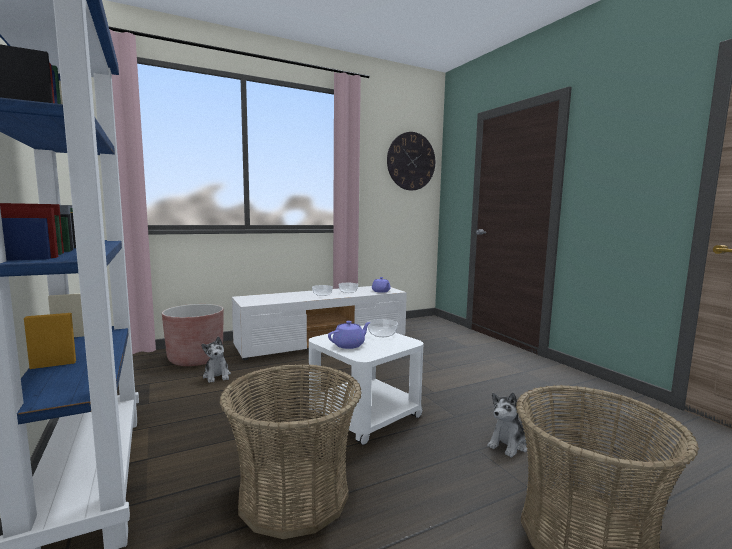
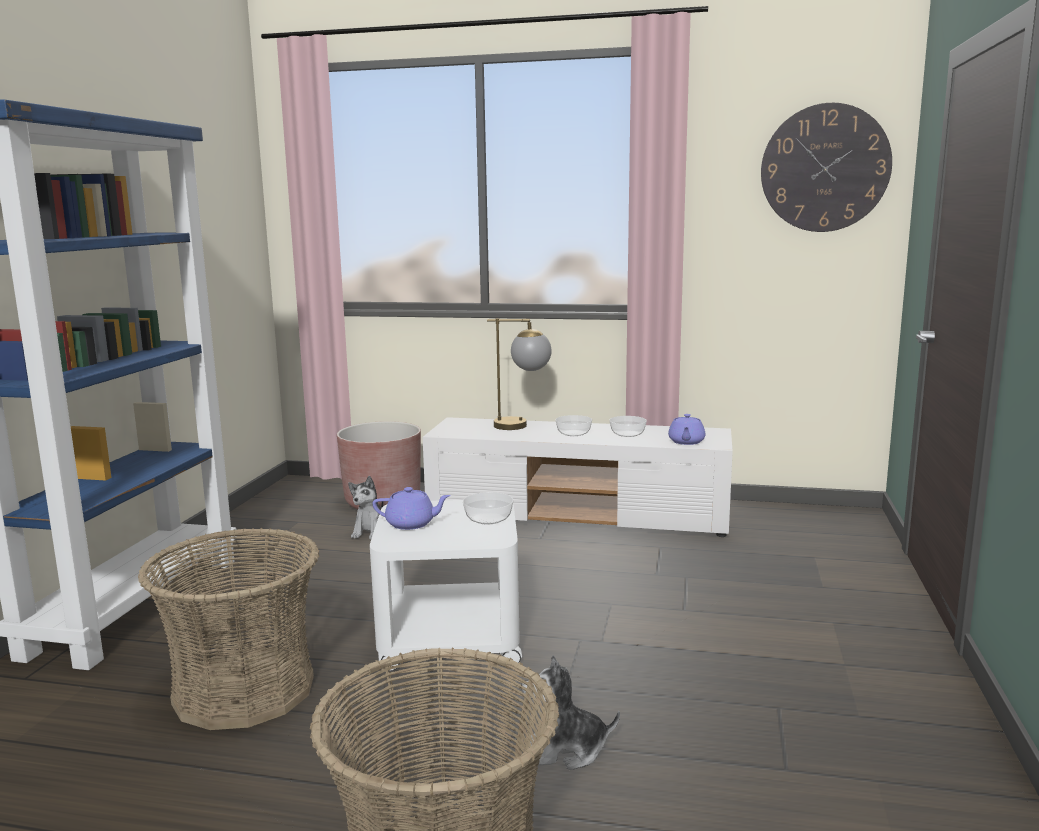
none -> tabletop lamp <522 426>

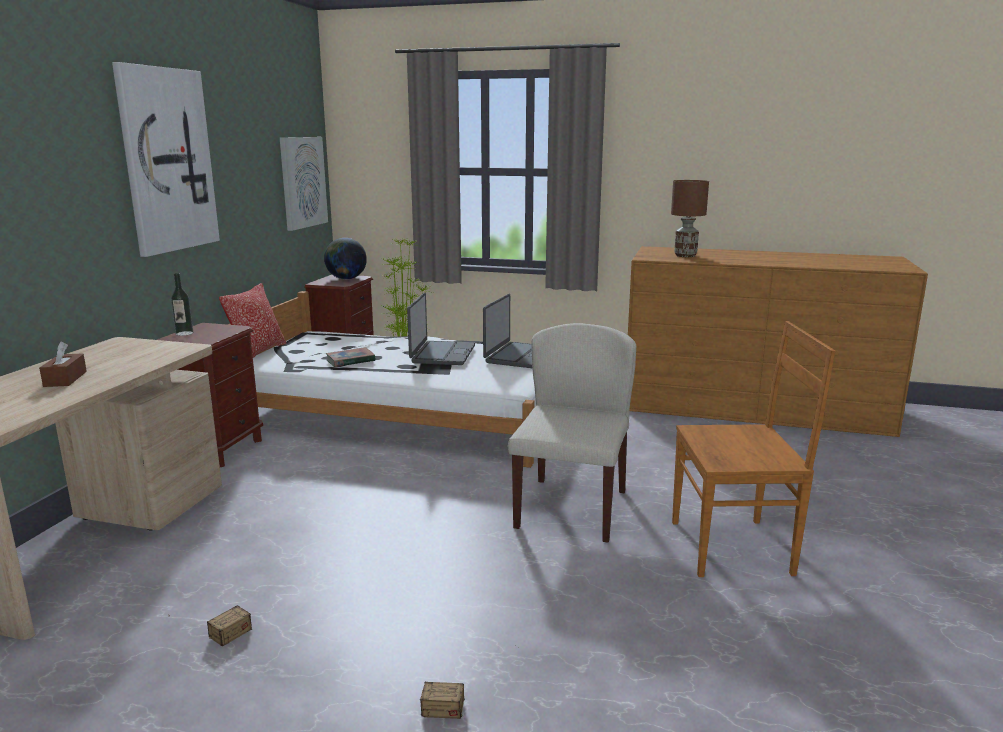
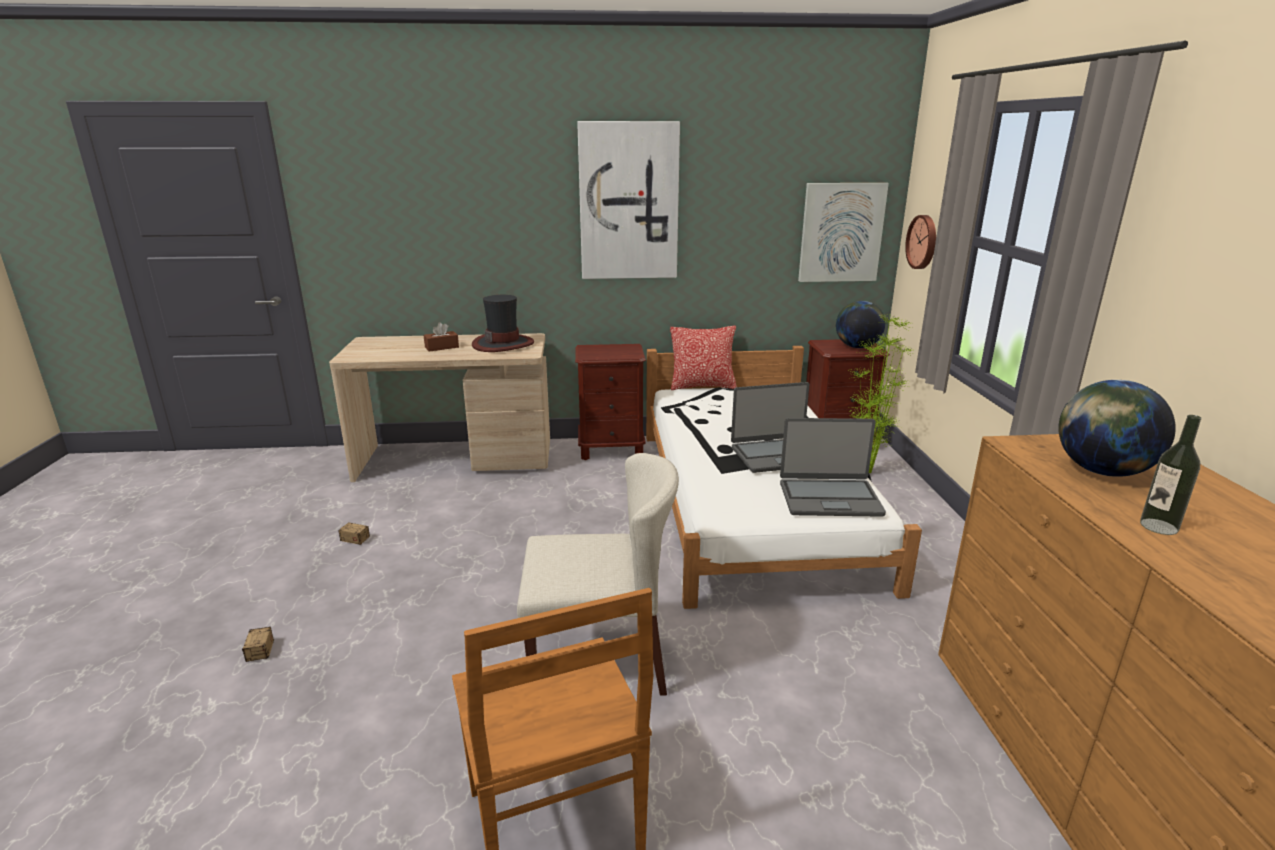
brown-coloured tabletop lamp <685 256> -> desk globe <1101 471>
bottle <184 333> -> bottle <1158 526>, moved
book <350 360> -> none
none -> clock on the wall <923 242>
none -> hat <503 344>

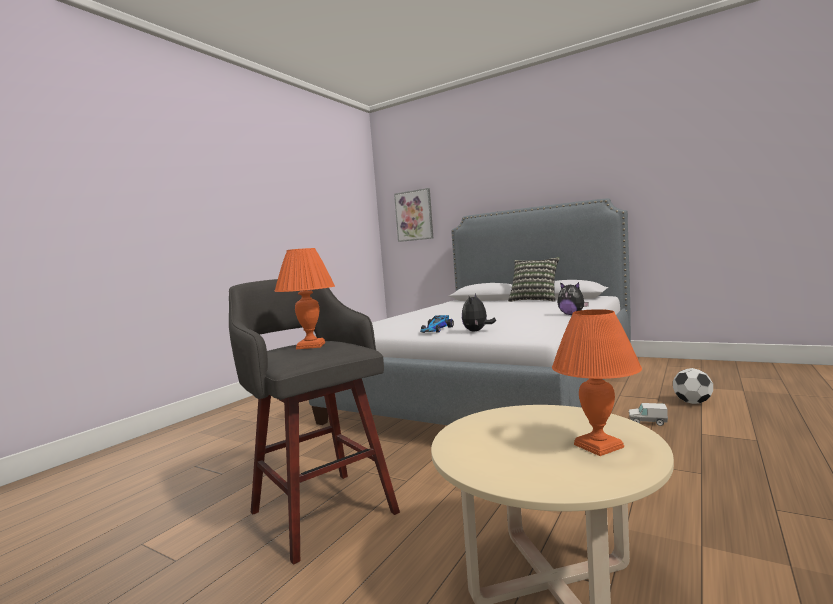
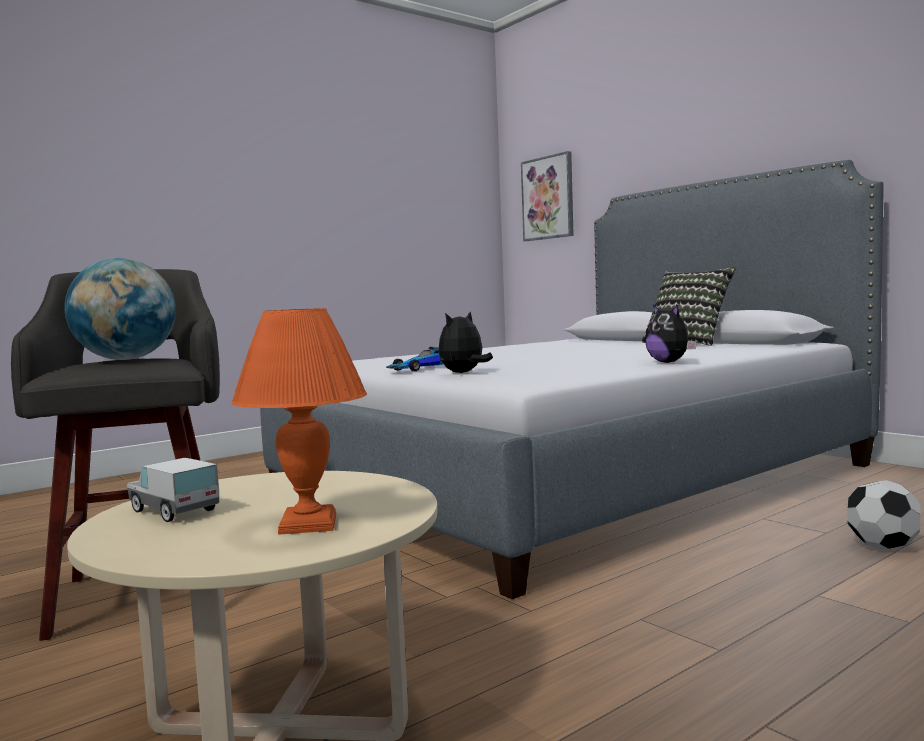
orange-coloured tabletop lamp <311 346> -> desk globe <125 359>
model truck <648 422> -> model truck <174 511>, moved

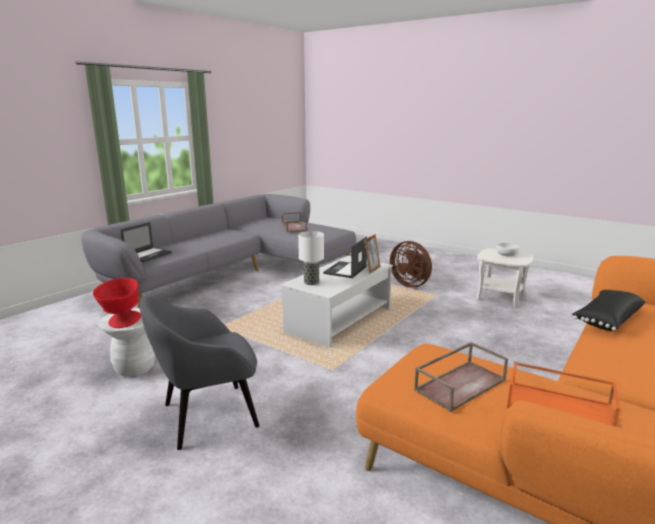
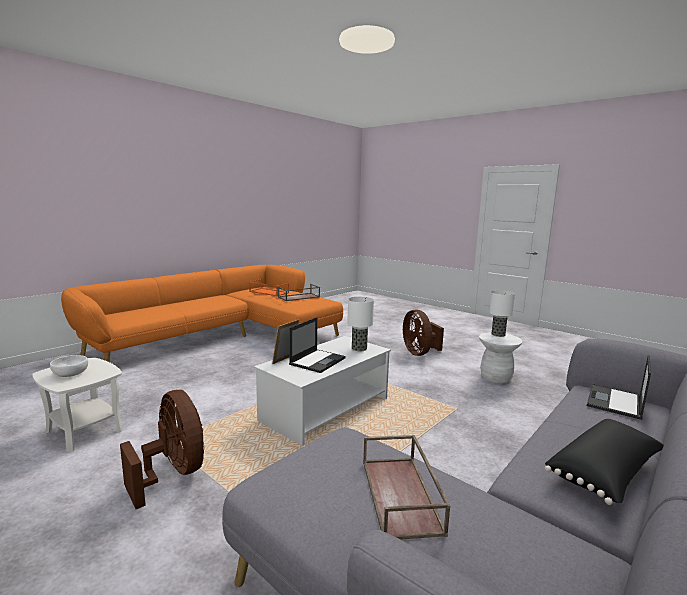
red serving bowl <121 324> -> tabletop lamp <498 334>
black cushion <606 319> -> black cushion <606 473>, moved
gray armchair <207 416> -> brown-coloured electric fan <419 353>

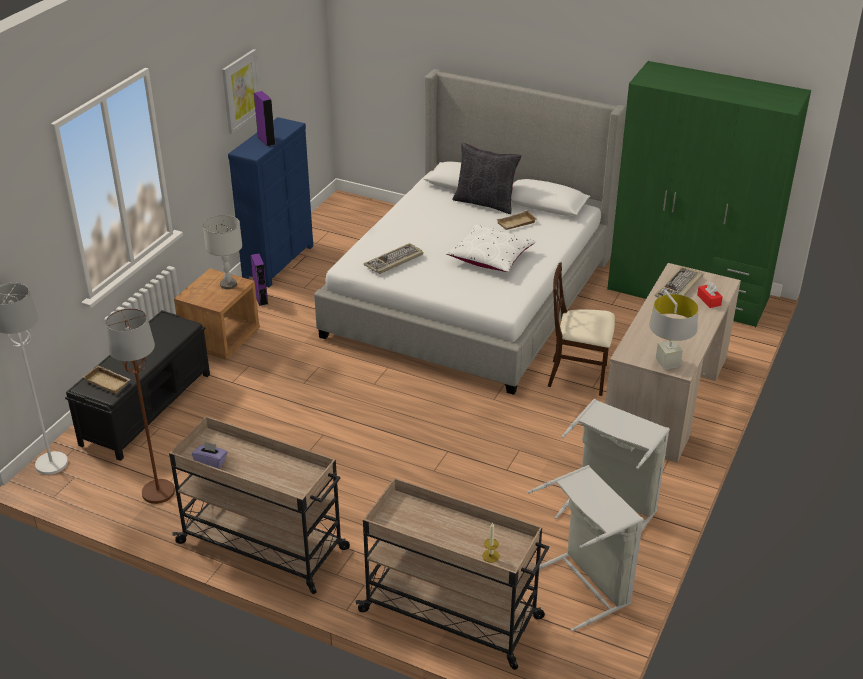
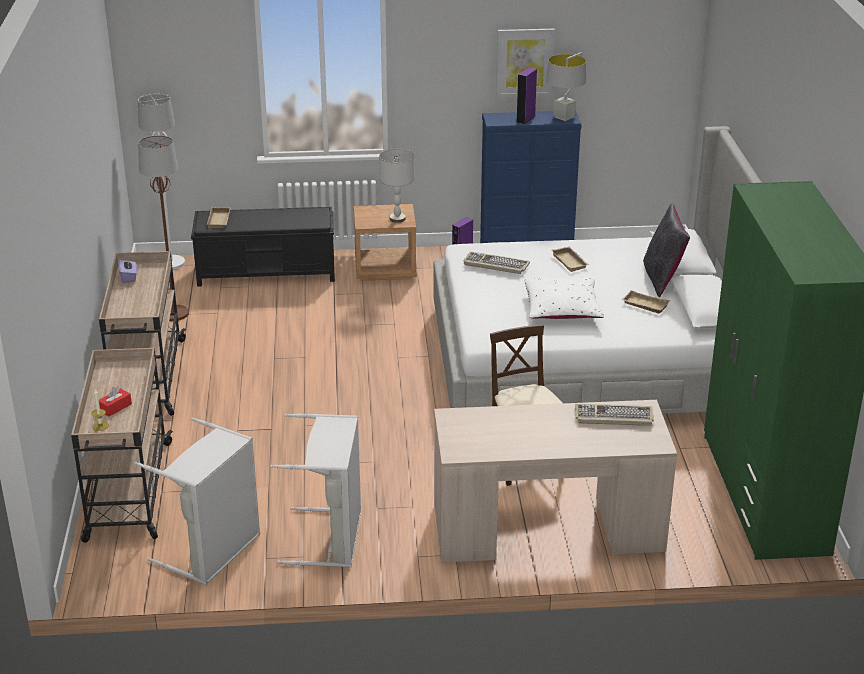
red box of tissues <709 300> -> red box of tissues <115 407>, moved
gray tabletop lamp <667 363> -> gray tabletop lamp <564 117>, moved
none -> beige-coloured tray <571 262>

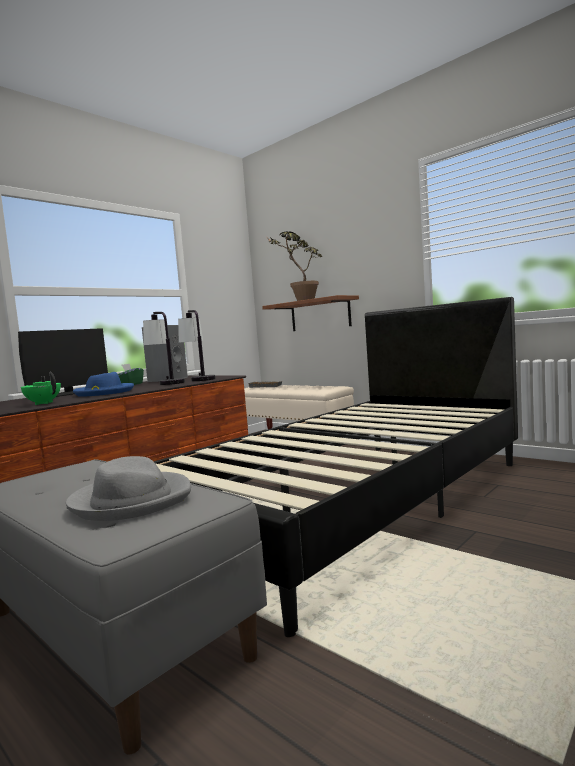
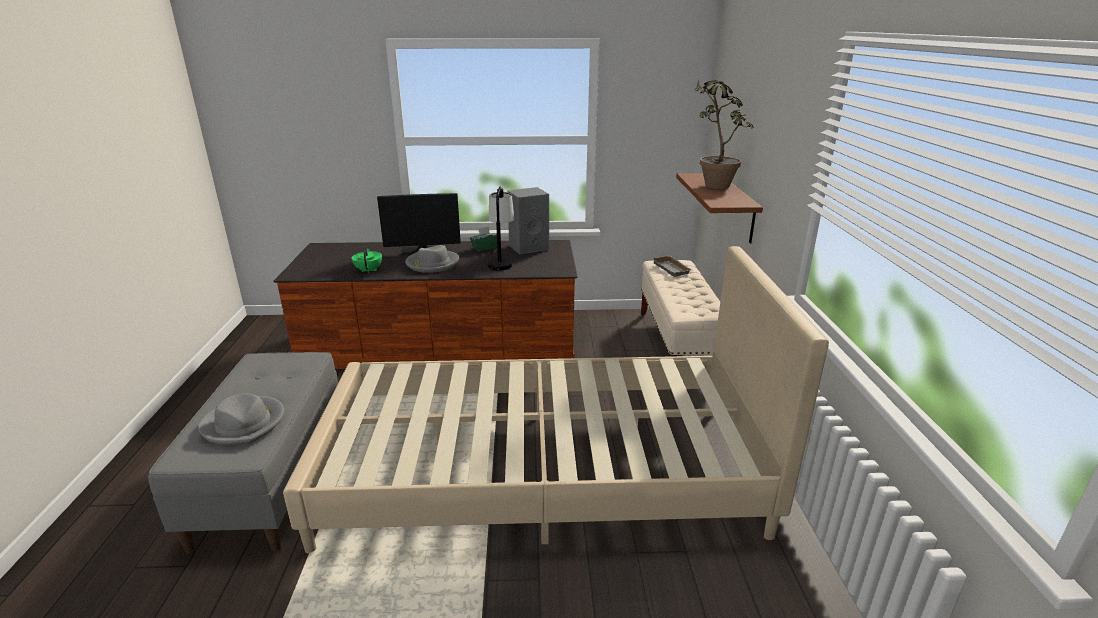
black bedroom bed <354 501> -> beige-coloured bedroom bed <542 472>
tabletop lamp <198 379> -> none
blue hat <104 392> -> gray hat <432 263>

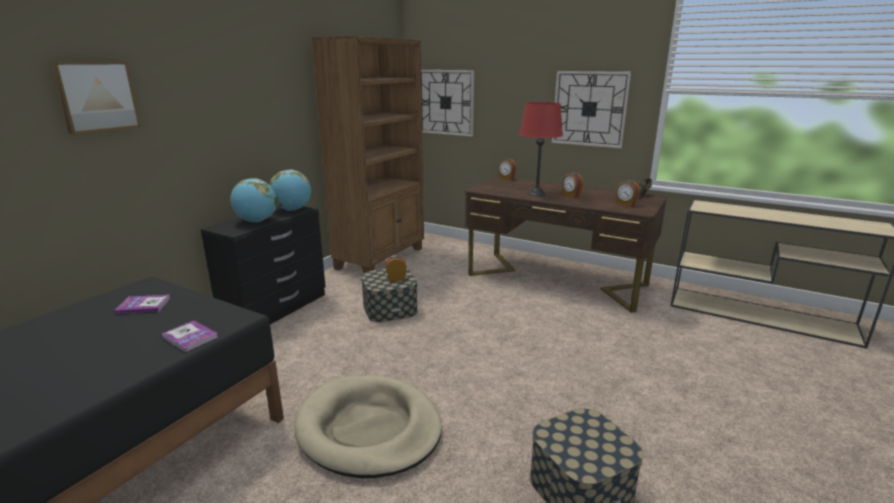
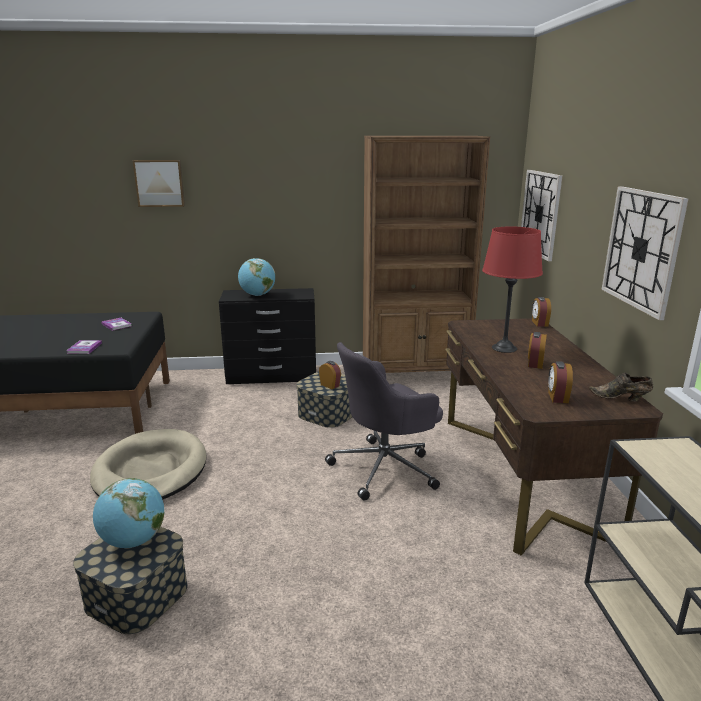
desk globe <292 210> -> desk globe <133 541>, moved
none -> gray office chair <385 468>

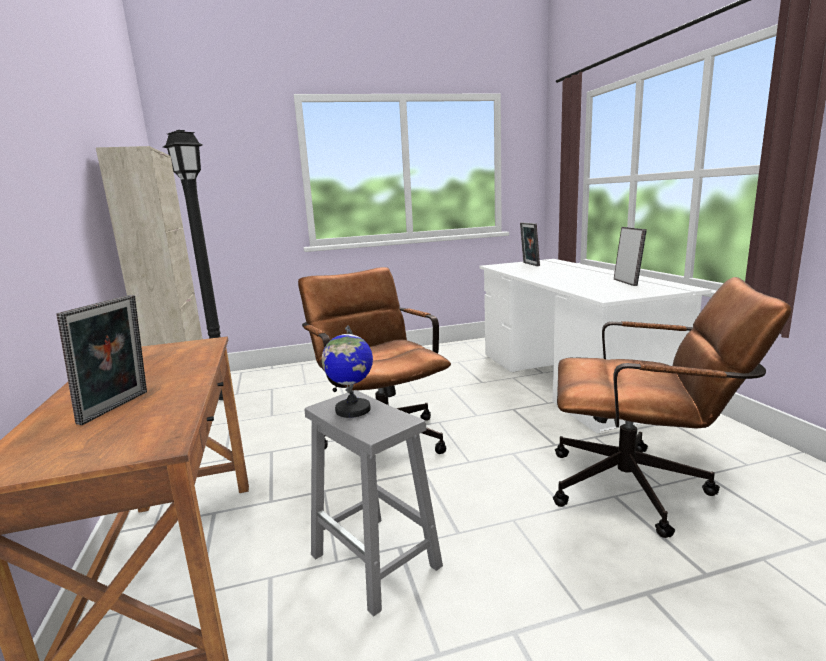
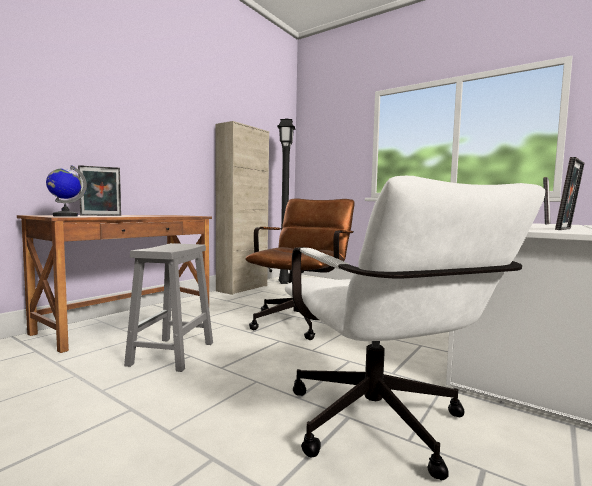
brown-coloured office chair <642 488> -> white-coloured office chair <383 429>
desk globe <352 410> -> desk globe <65 216>, moved

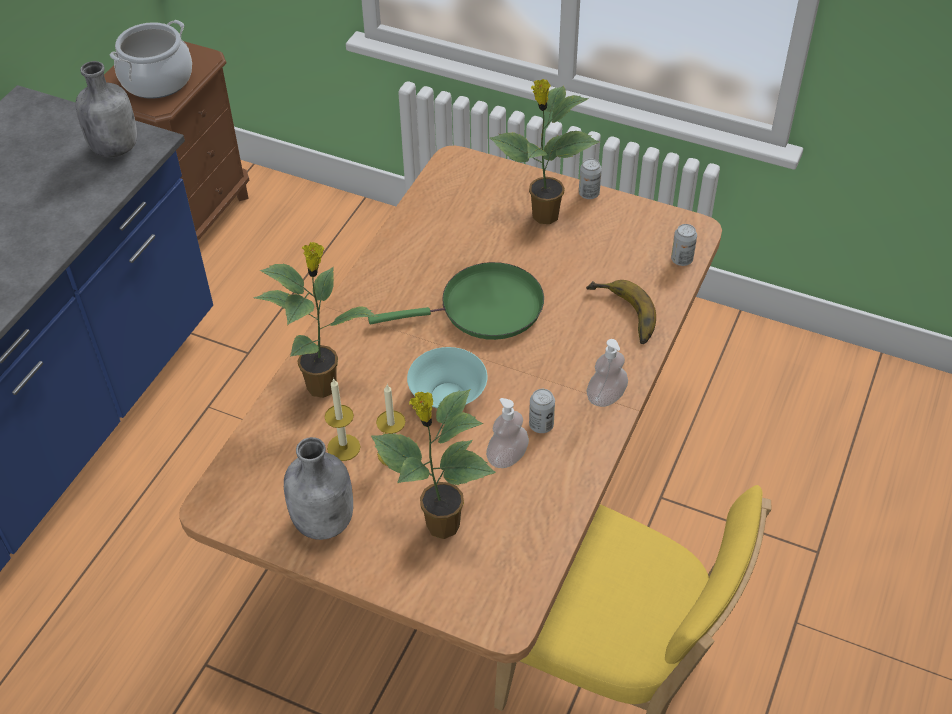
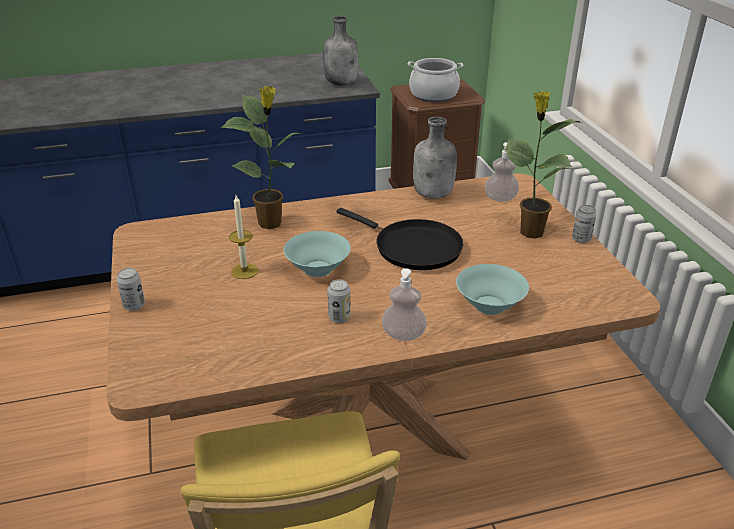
can <681 260> -> can <134 305>, moved
greenish frying pan <484 308> -> black frying pan <413 248>
banana fruit <620 316> -> turquoise-coloured serving bowl <490 305>
wax candle <343 447> -> none
potted plant <440 525> -> none
soap dispenser <507 457> -> soap dispenser <500 198>, moved
gray bottle <325 521> -> gray bottle <434 195>, moved

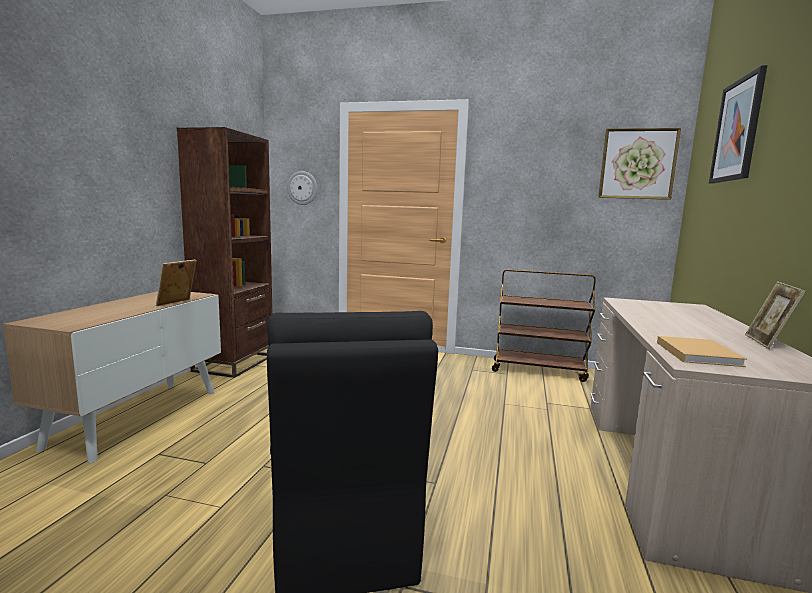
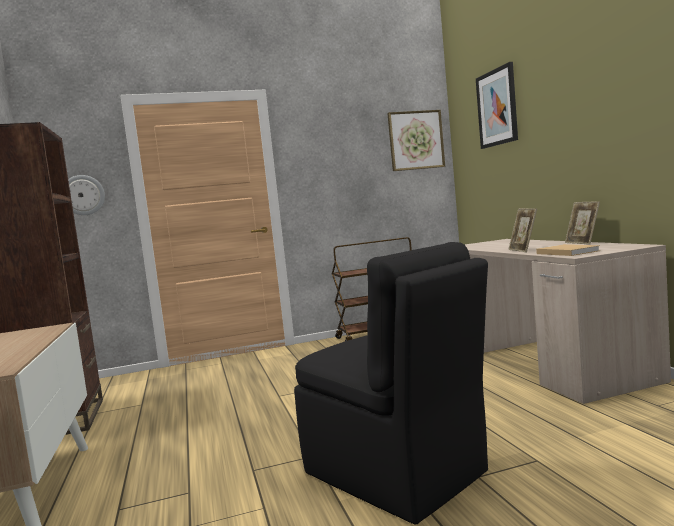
picture frame <177 303> -> picture frame <523 250>, moved

